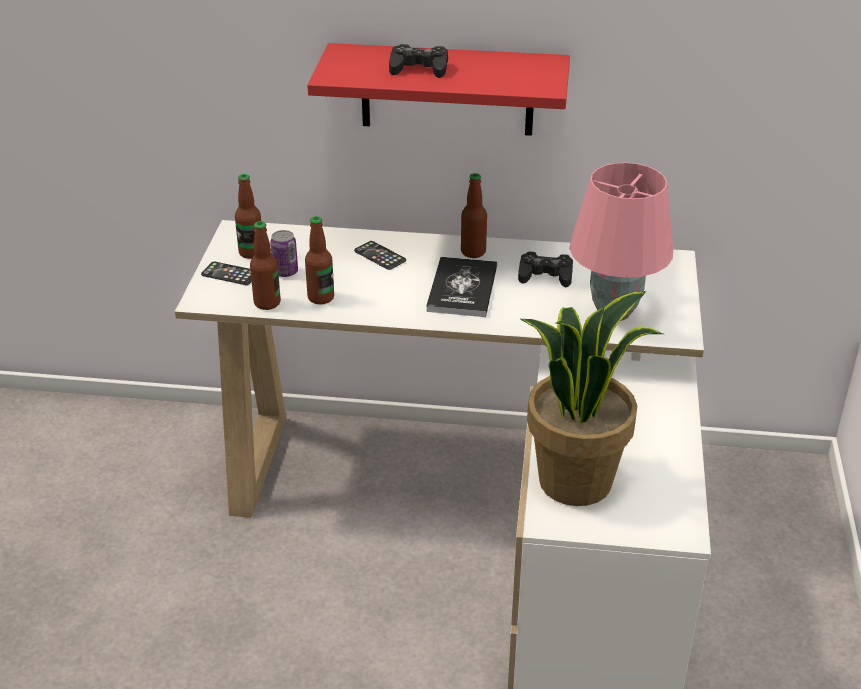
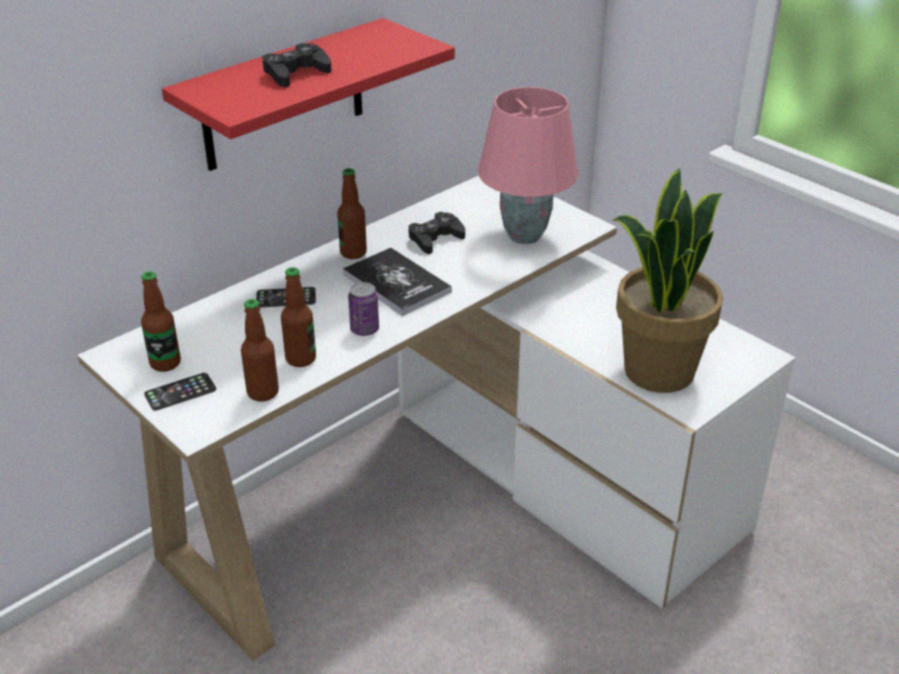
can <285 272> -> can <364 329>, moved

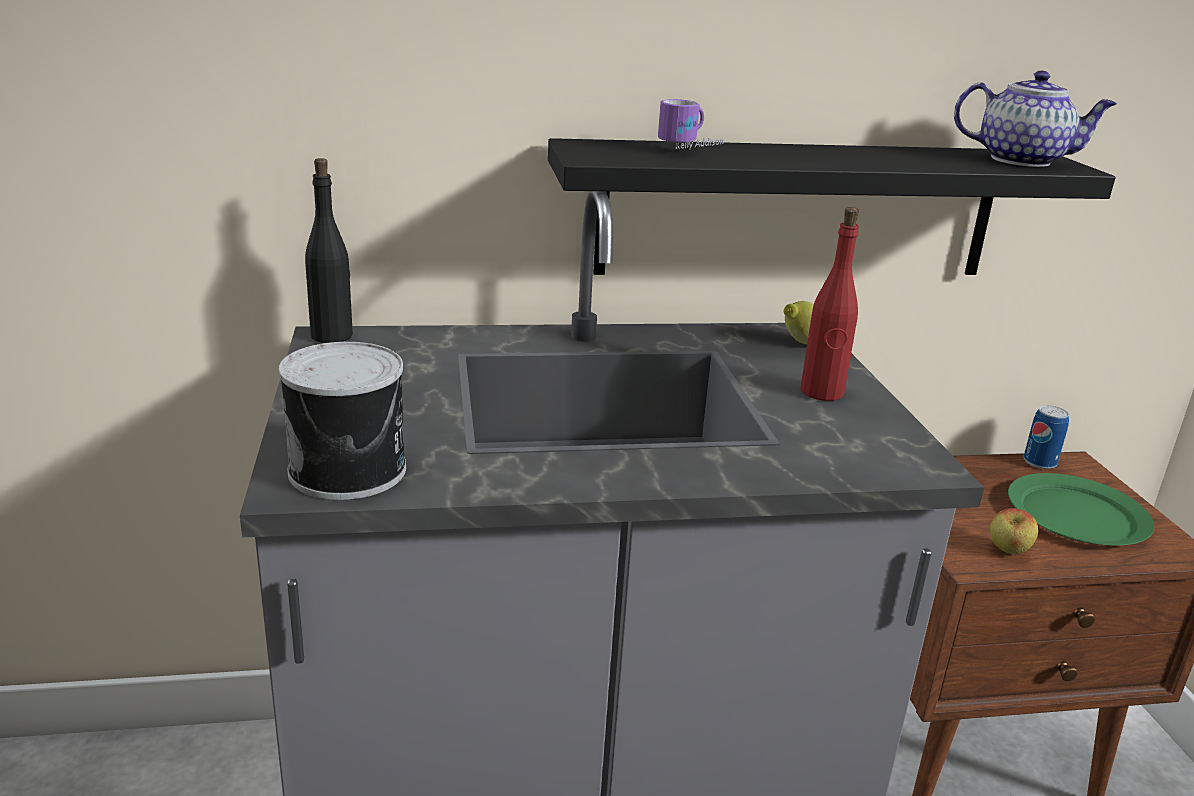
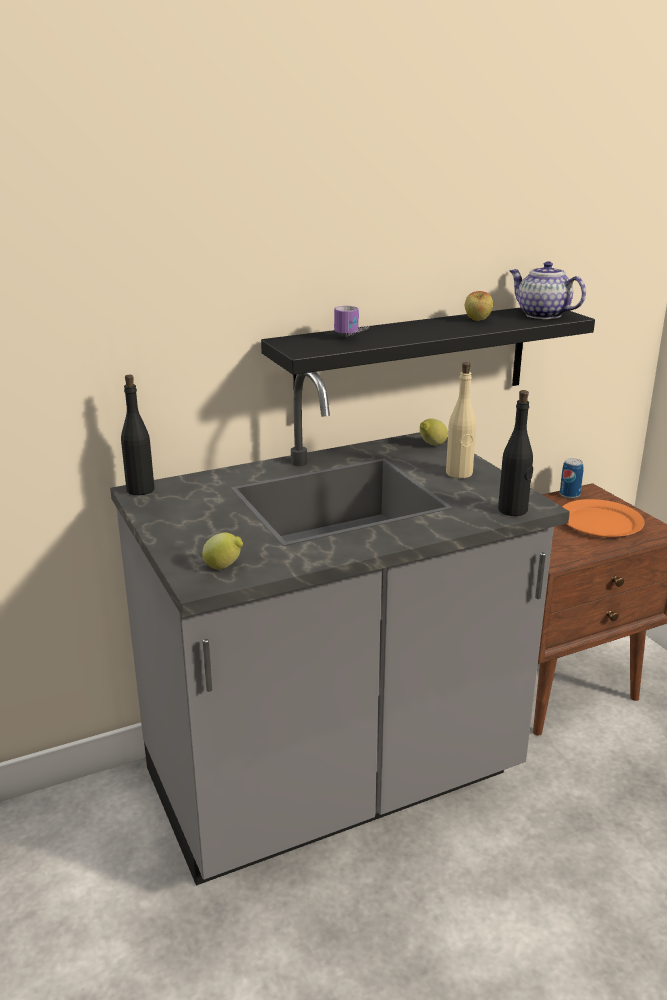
pot for tea <1023 160> -> pot for tea <541 315>, 135 degrees counterclockwise
red bottle <821 392> -> beige-coloured bottle <459 473>
can <351 470> -> lemon <224 567>
greenish dinner plate <1076 515> -> orange-coloured dinner plate <600 522>
apple <1007 552> -> apple <477 320>, moved
none -> black bottle <513 510>

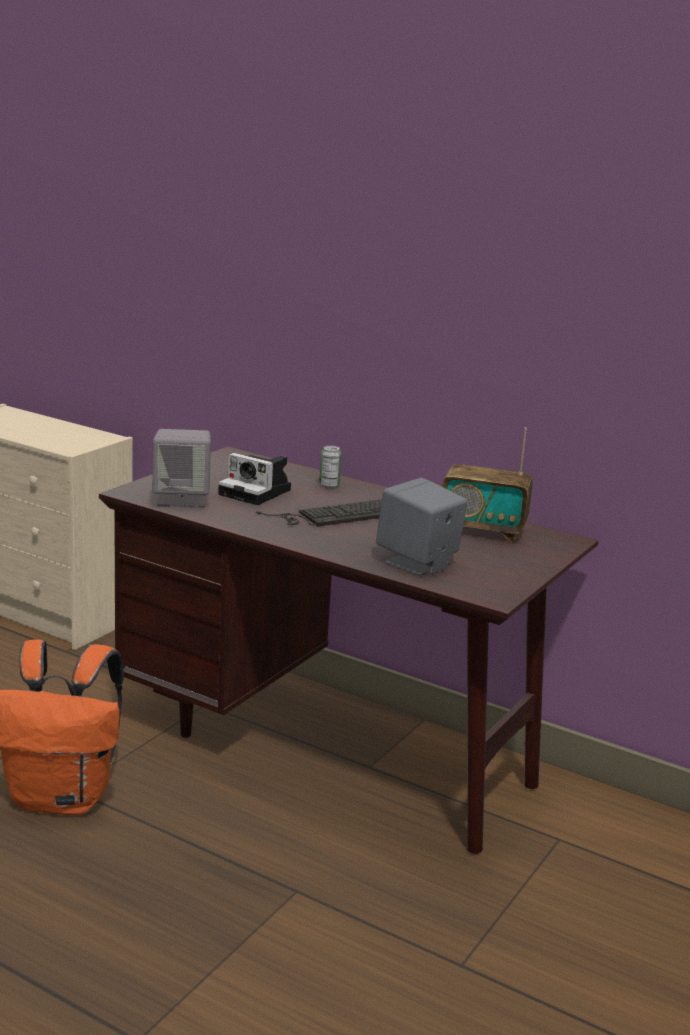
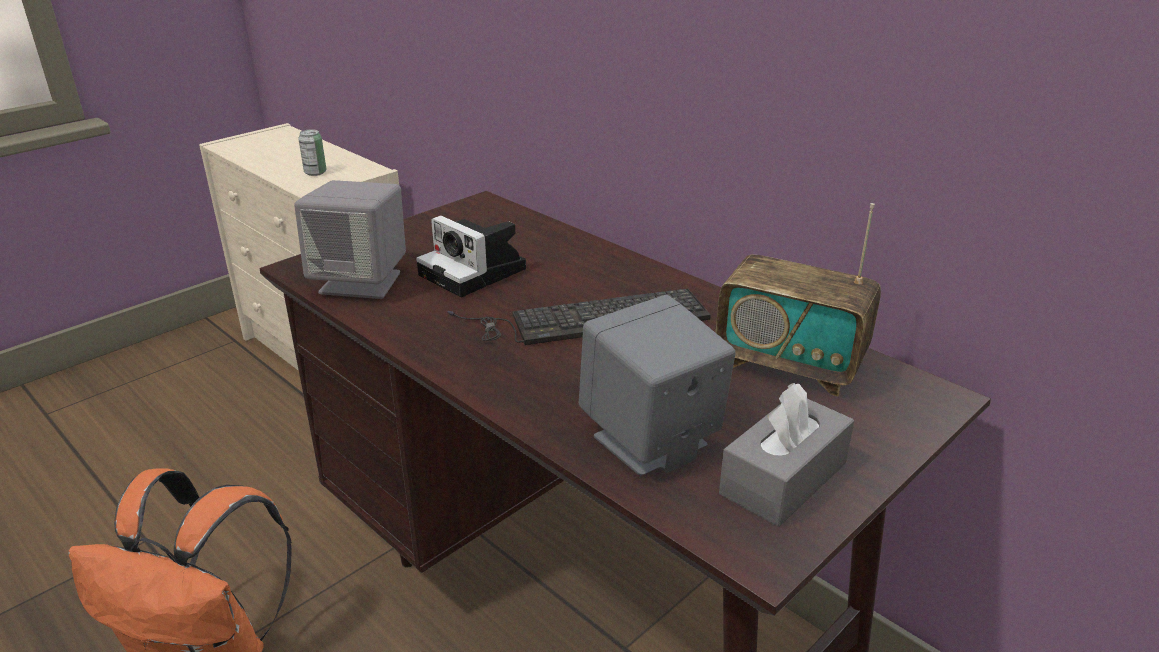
can <329 485> -> can <315 172>, moved
none -> gray box of tissues <783 478>

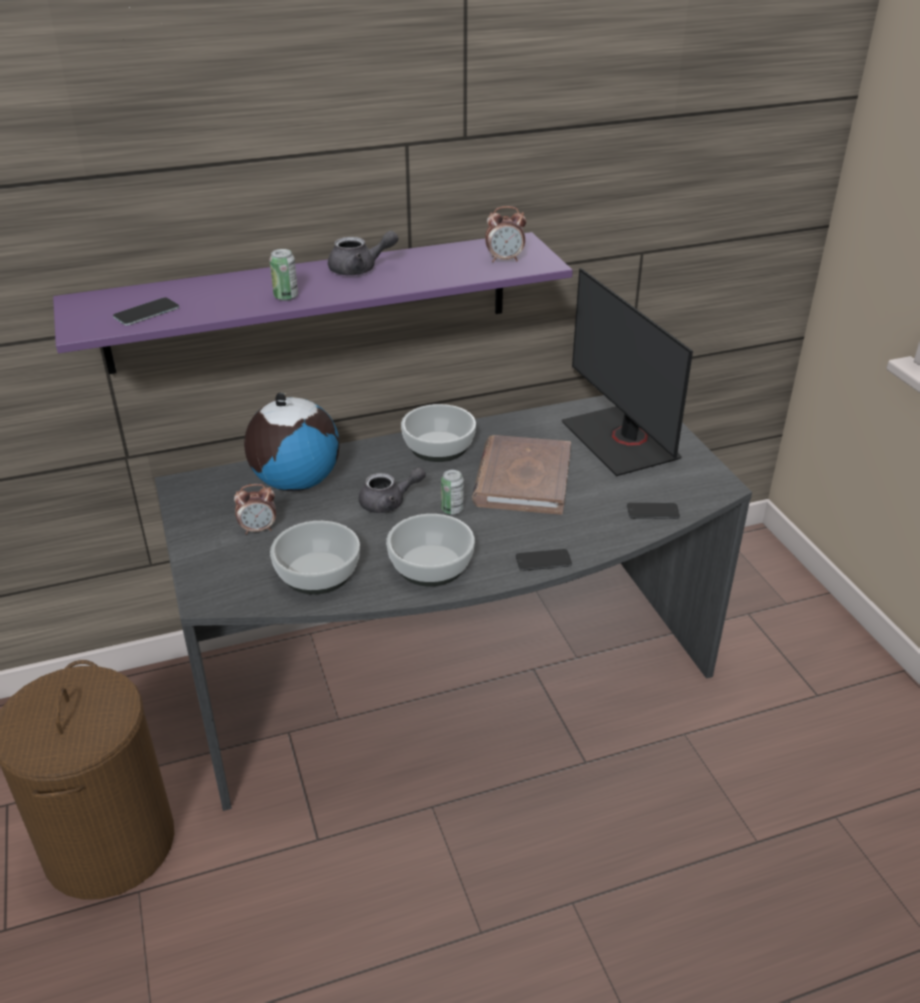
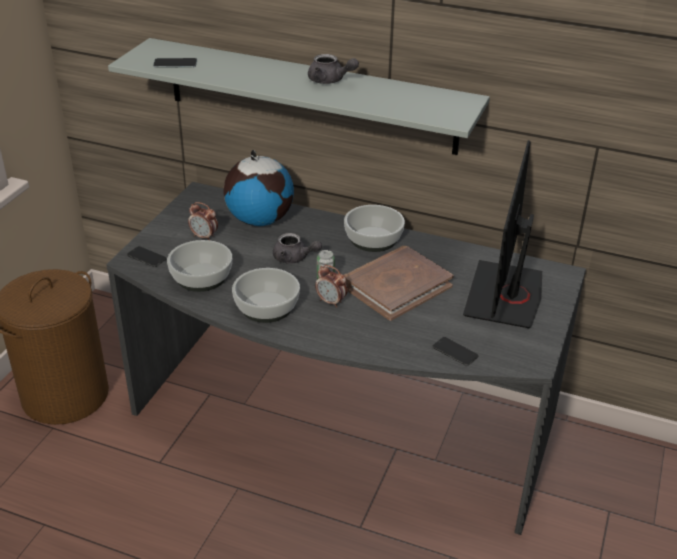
table clock <504 259> -> table clock <331 302>, moved
purple-coloured bracket shelf <311 302> -> gray bracket shelf <310 96>
can <286 297> -> none
handset <543 561> -> handset <146 257>, moved

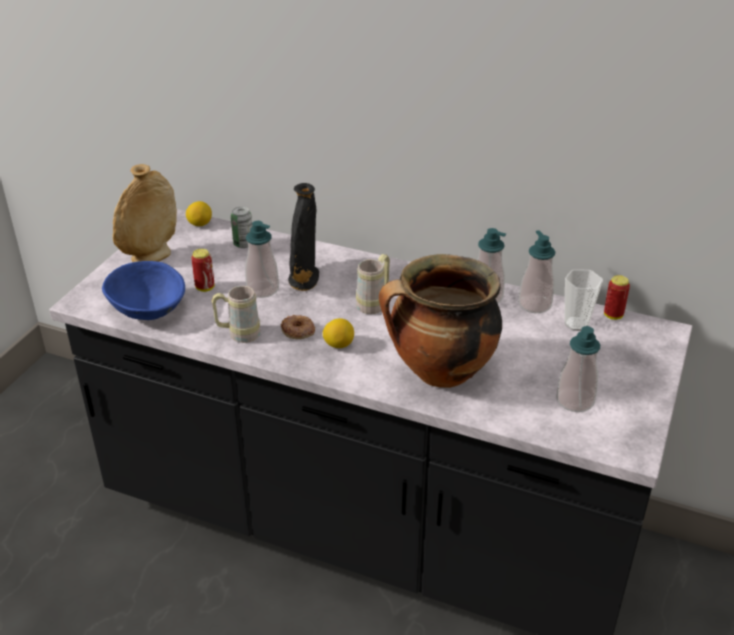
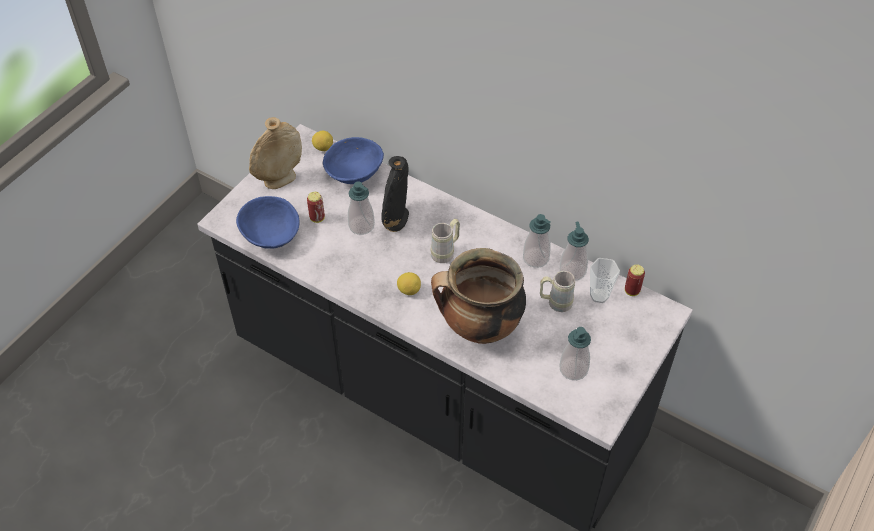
can <243 244> -> blue serving bowl <354 174>
beige-coloured mug <238 334> -> beige-coloured mug <555 303>, moved
doughnut <298 330> -> none

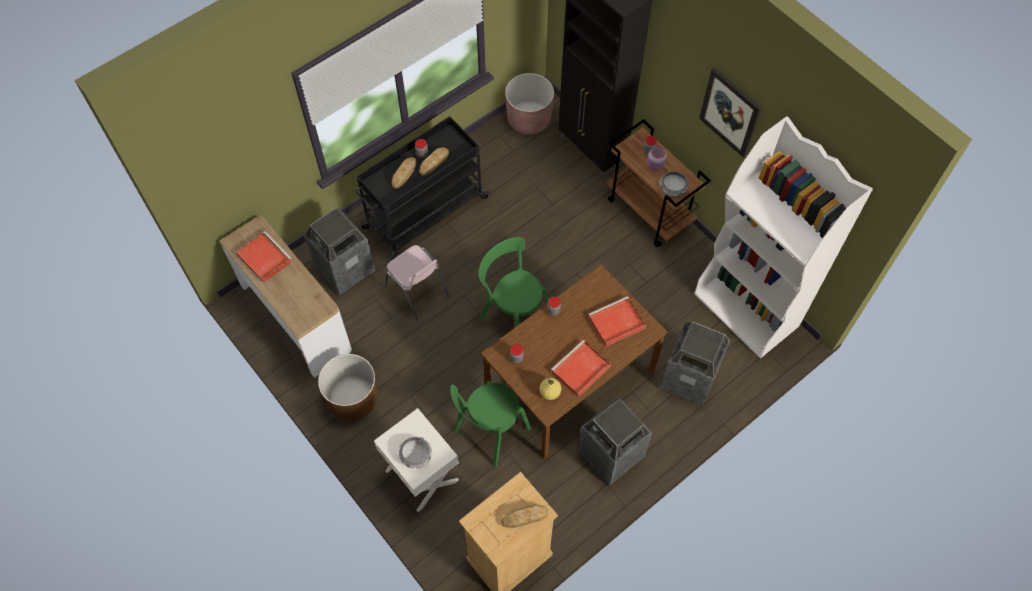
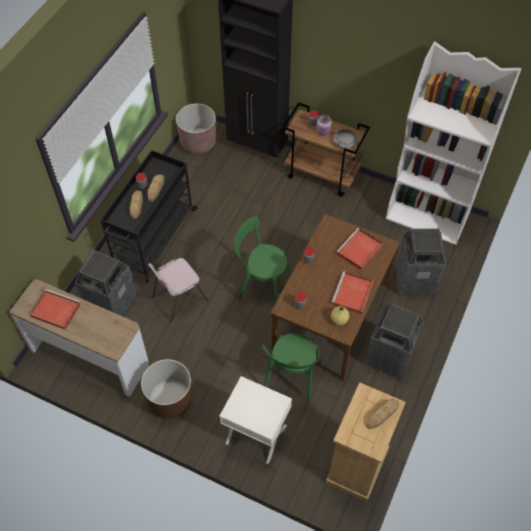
picture <730 112> -> none
pink chair <417 292> -> pink chair <179 298>, 120 degrees clockwise
serving bowl <415 455> -> none

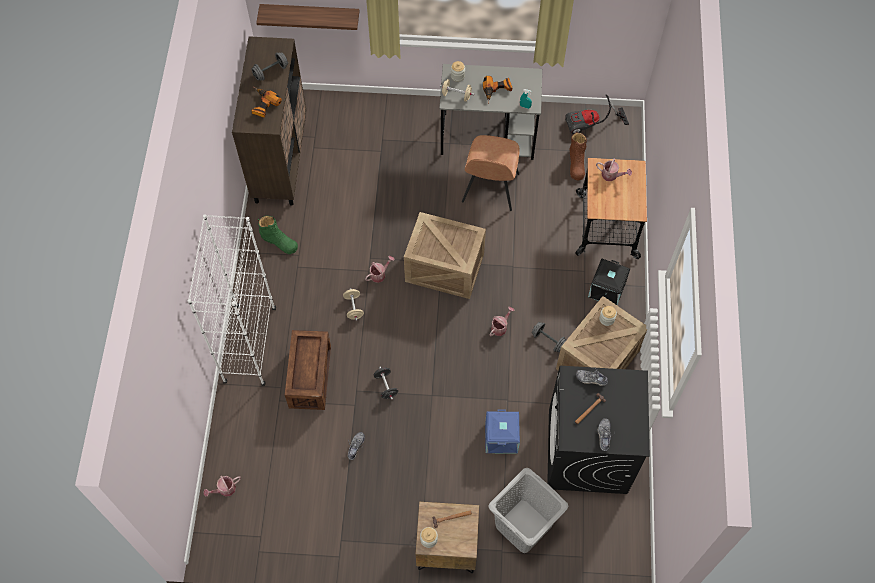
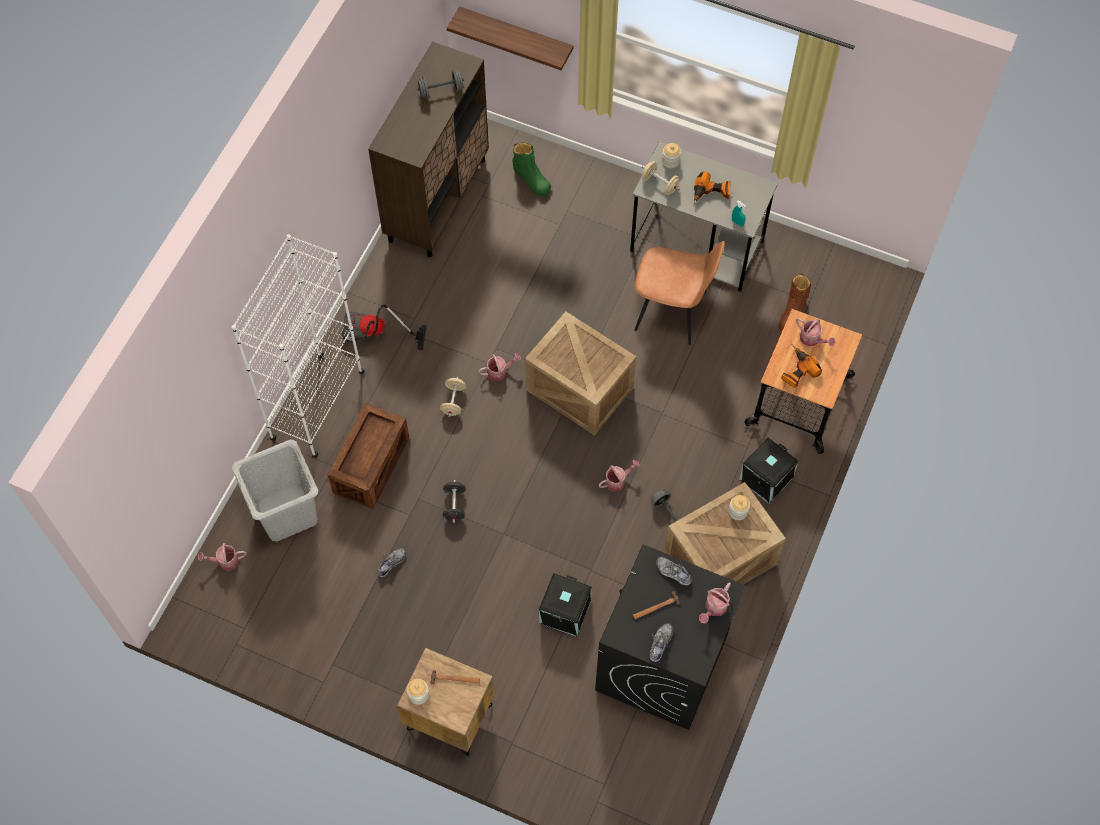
electric drill <262 105> -> electric drill <796 370>, moved
hoover <591 125> -> hoover <376 336>, moved
brown-coloured chair <490 189> -> brown-coloured chair <672 311>, 105 degrees counterclockwise
greenish tall boot <279 241> -> greenish tall boot <531 178>, moved
blue storage container <502 438> -> black storage container <565 612>
gray laundry basket <522 525> -> gray laundry basket <286 513>, moved
none -> watering pot <714 608>

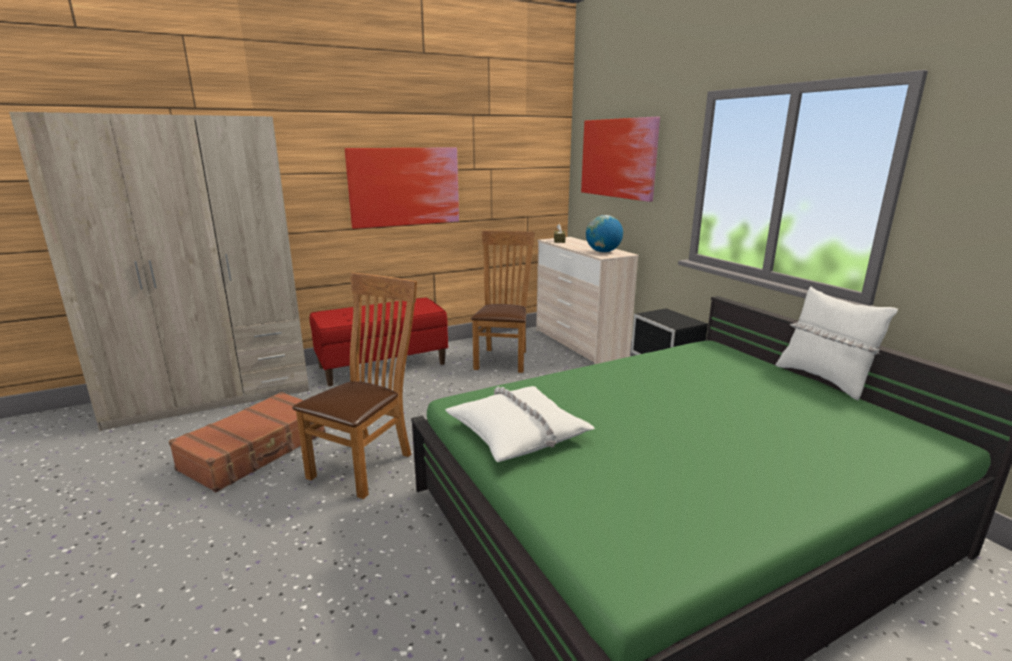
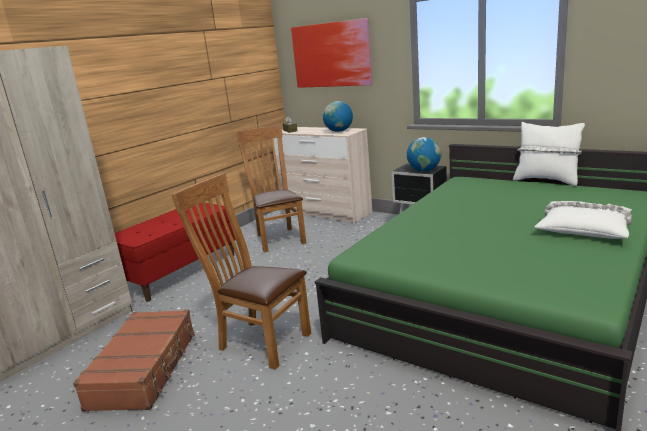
picture <404 187> -> none
brown-coloured chair <367 463> -> brown-coloured chair <259 341>, 60 degrees counterclockwise
white-coloured cushion <518 432> -> white-coloured cushion <584 228>, moved
none -> desk globe <424 170>

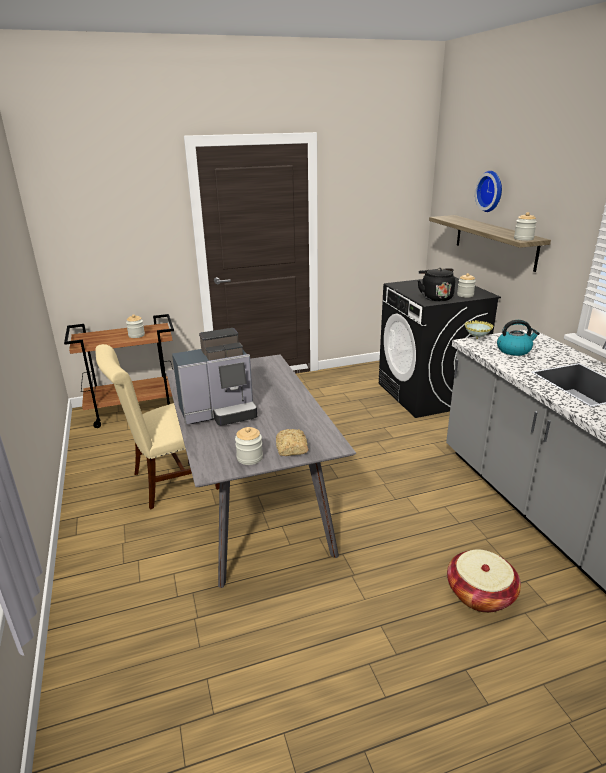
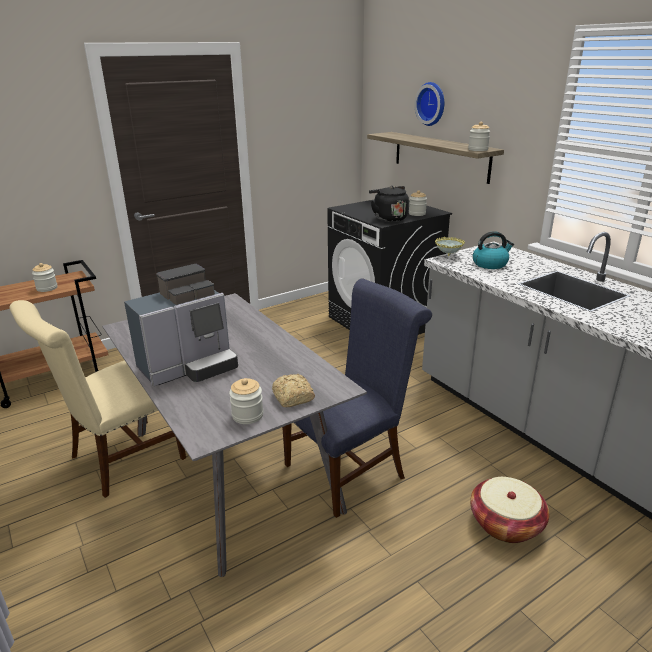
none -> blue chair <350 468>

